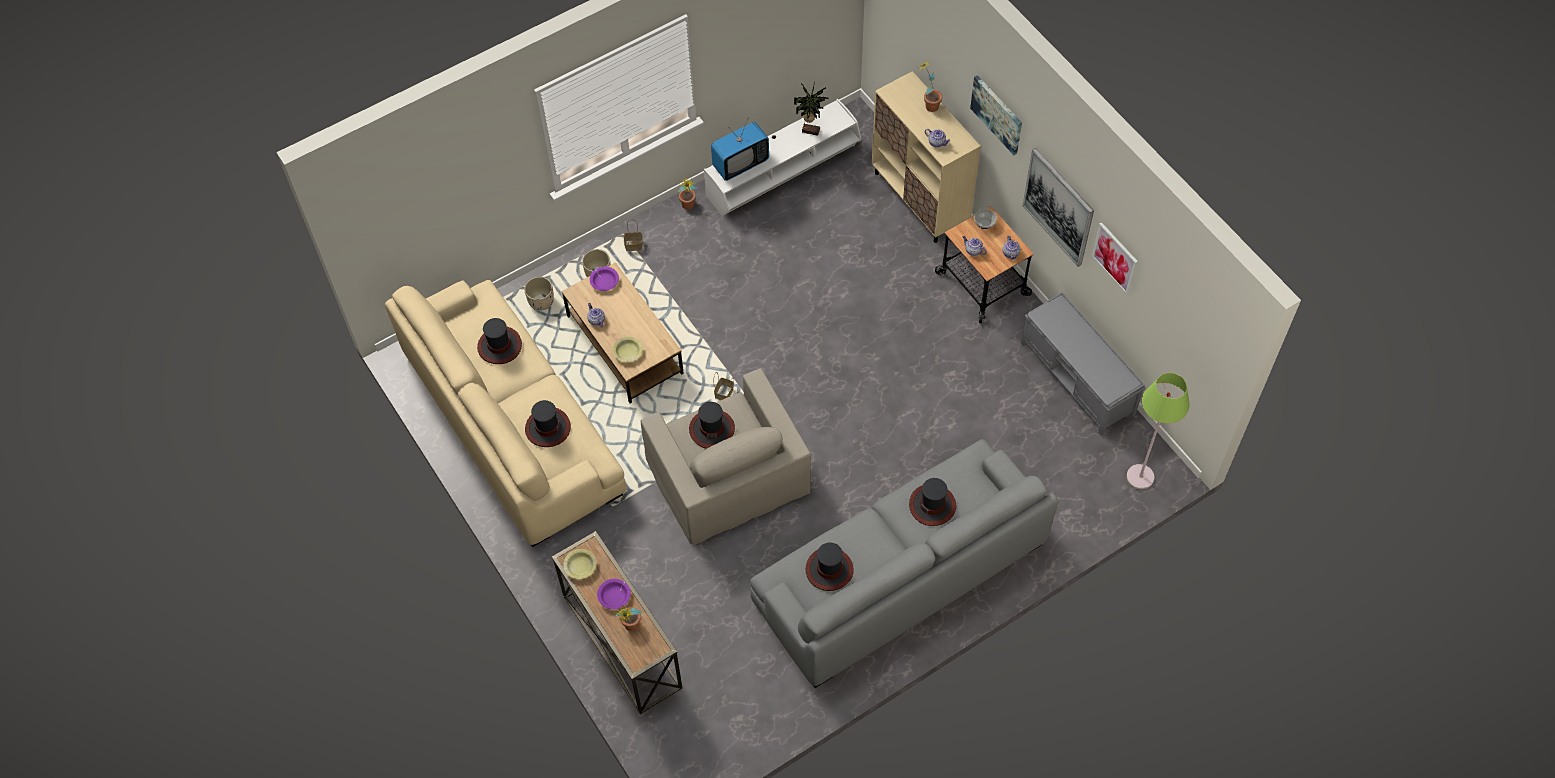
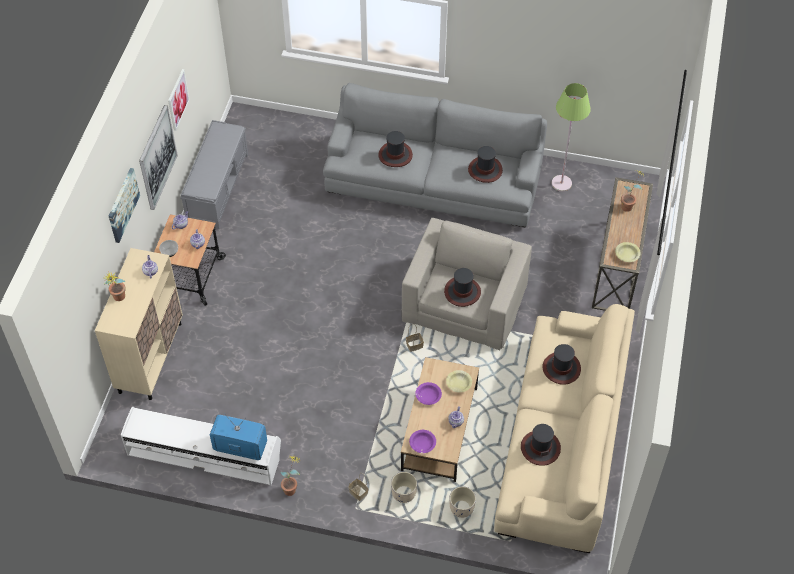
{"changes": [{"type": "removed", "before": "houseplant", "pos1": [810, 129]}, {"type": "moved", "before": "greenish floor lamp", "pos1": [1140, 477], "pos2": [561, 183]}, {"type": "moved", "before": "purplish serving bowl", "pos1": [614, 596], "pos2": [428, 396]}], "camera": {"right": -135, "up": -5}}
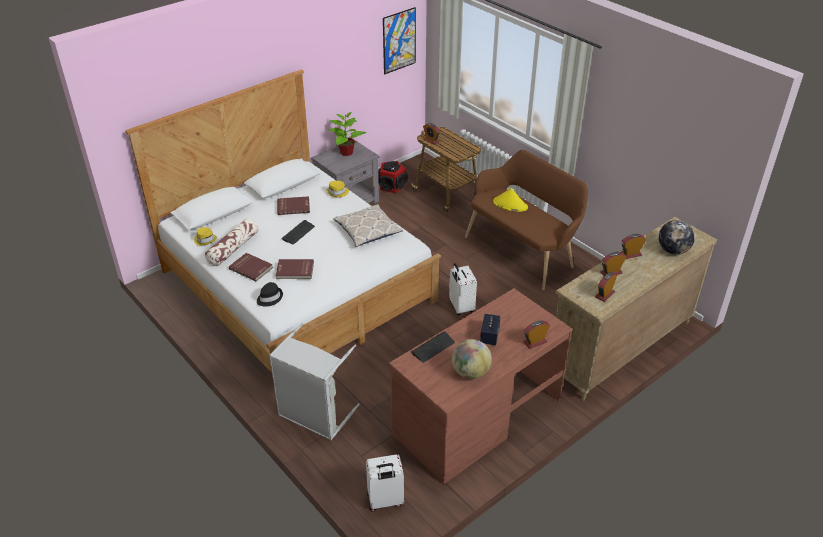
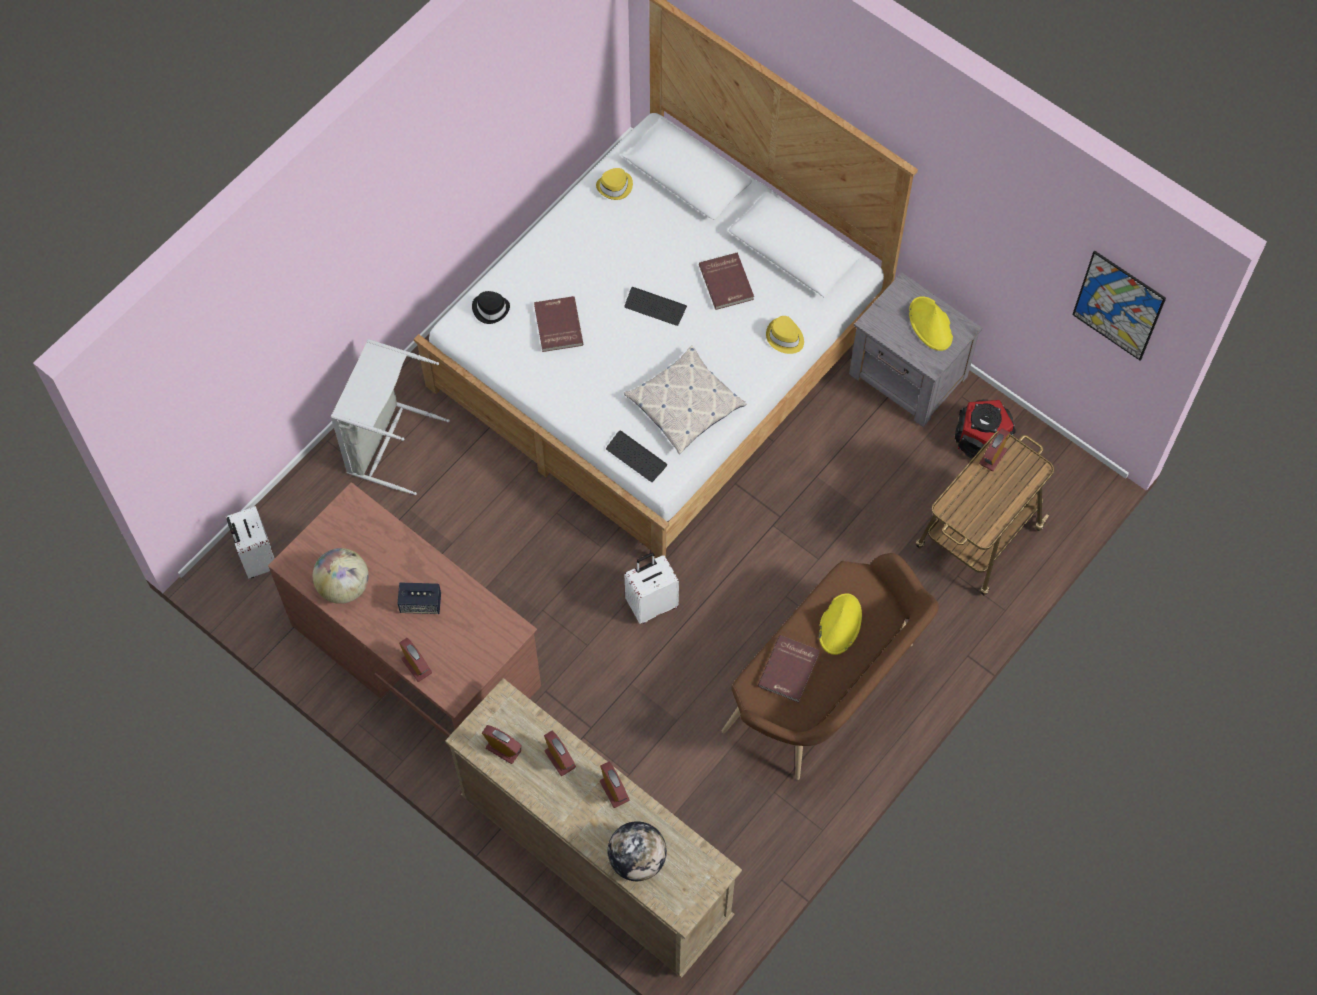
{"changes": [{"type": "replaced", "before": "houseplant", "after": "yellow-coloured clothing hat", "pos1": [346, 152], "pos2": [931, 324]}, {"type": "removed", "before": "pillow", "pos1": [233, 248]}, {"type": "moved", "before": "red-coloured volume", "pos1": [251, 268], "pos2": [790, 670]}, {"type": "moved", "before": "computer keyboard", "pos1": [433, 348], "pos2": [636, 457]}], "camera": {"right": 80, "up": 25}}
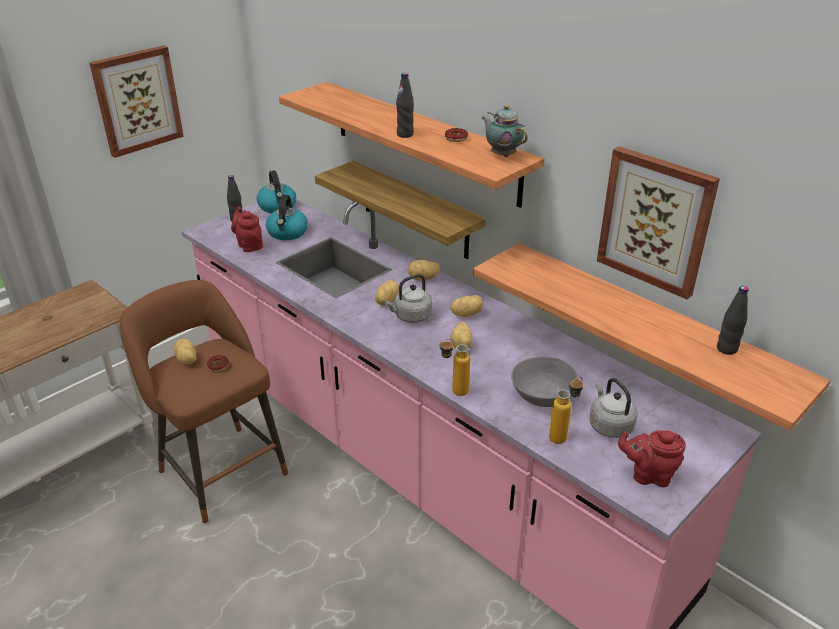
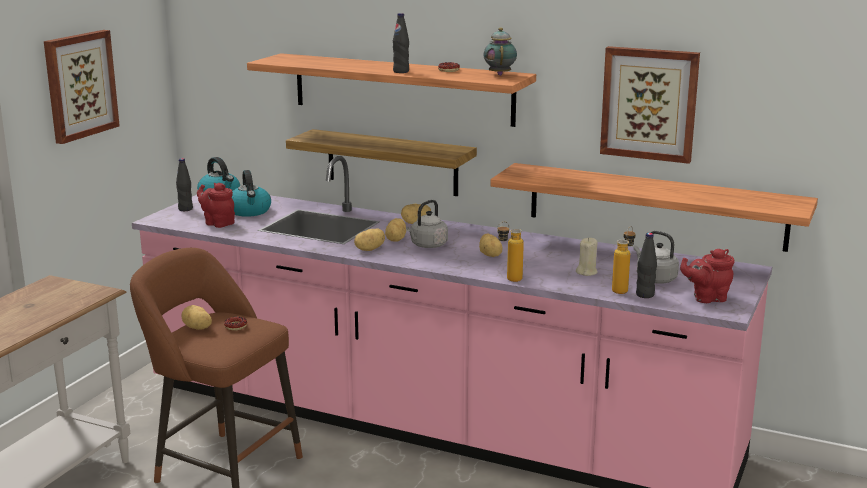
{"changes": [{"type": "turned", "before": "tea pot", "pos1": [502, 155], "pos2": [500, 74], "turn": 60}, {"type": "moved", "before": "black-coloured drink bottle", "pos1": [727, 349], "pos2": [645, 295]}, {"type": "moved", "before": "whole potato", "pos1": [466, 314], "pos2": [369, 249]}, {"type": "replaced", "before": "greyish serving bowl", "after": "beige candle", "pos1": [542, 396], "pos2": [586, 272]}], "camera": {"right": -20, "up": -15}}
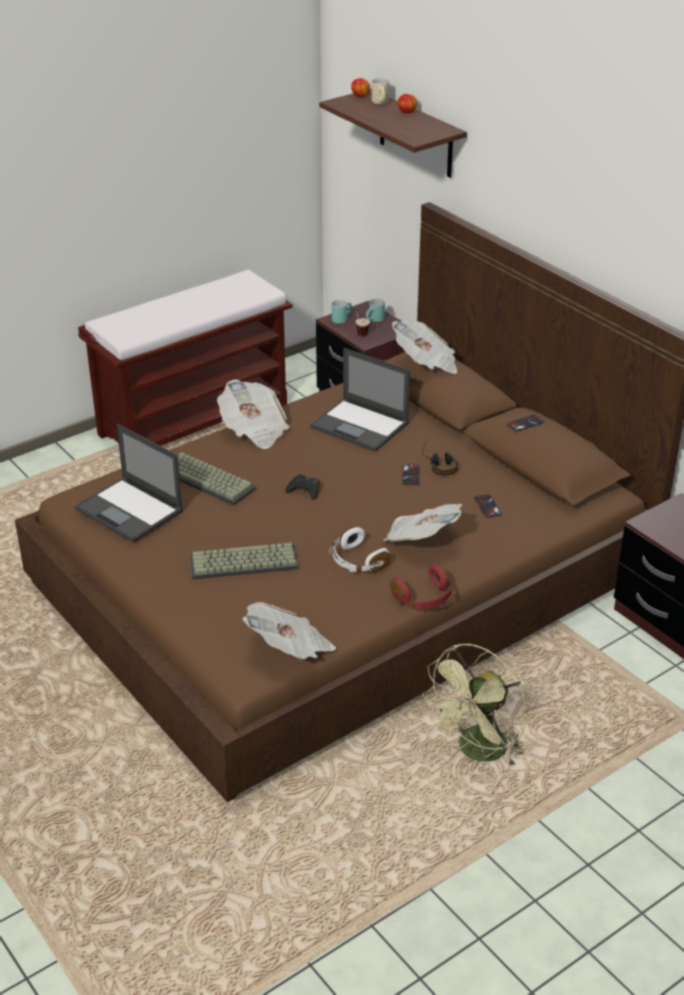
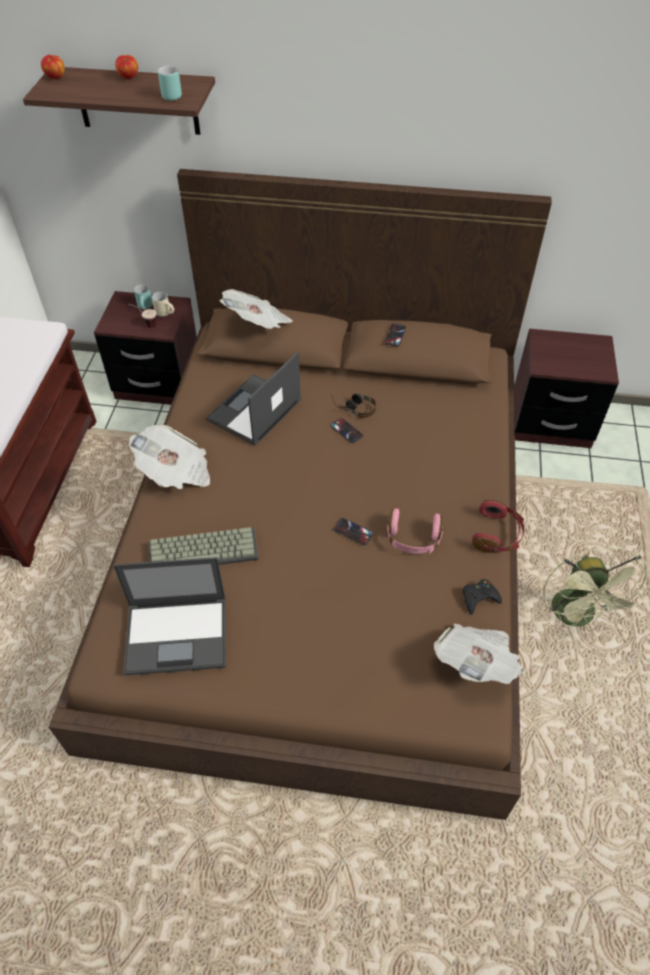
{"changes": [{"type": "moved", "before": "beige coffee mug", "pos1": [382, 103], "pos2": [166, 313]}, {"type": "moved", "before": "blue-green coffee mug", "pos1": [341, 319], "pos2": [171, 95]}, {"type": "turned", "before": "portable computer", "pos1": [361, 425], "pos2": [253, 410], "turn": 135}, {"type": "moved", "before": "black-coloured gamepad", "pos1": [304, 490], "pos2": [479, 598]}, {"type": "moved", "before": "handset", "pos1": [487, 506], "pos2": [353, 531]}, {"type": "removed", "before": "daily paper", "pos1": [421, 539]}, {"type": "recoloured", "before": "white-coloured headphones", "after": "pink headphones", "pos1": [356, 561], "pos2": [413, 539]}, {"type": "removed", "before": "computer keyboard", "pos1": [242, 564]}], "camera": {"right": -45, "up": 15}}
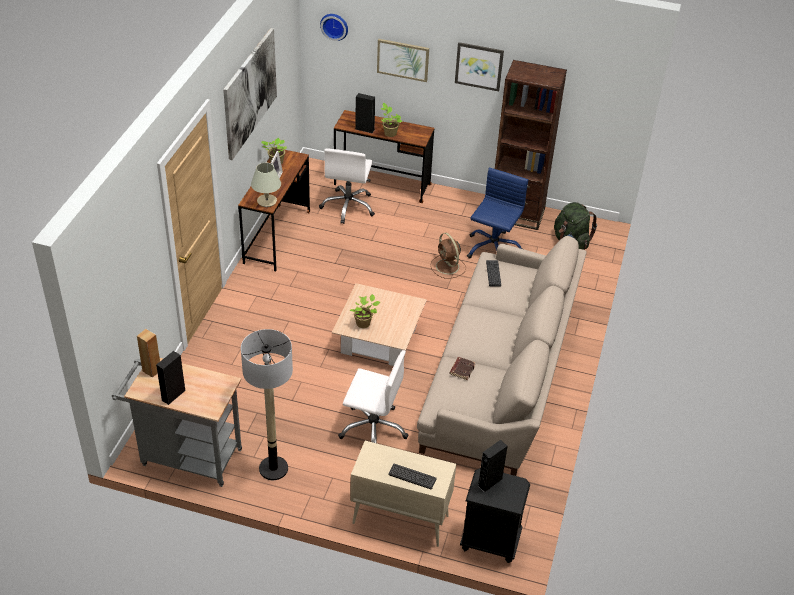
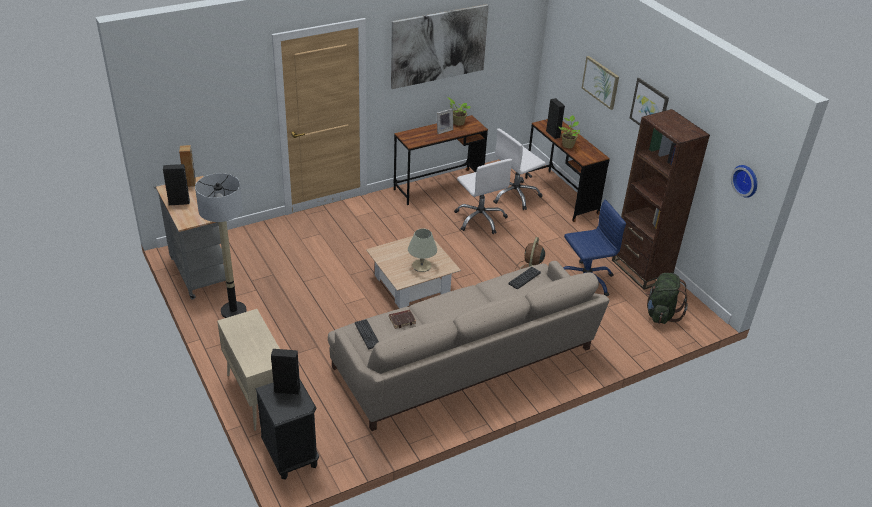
{"changes": [{"type": "moved", "before": "clock on the wall", "pos1": [335, 26], "pos2": [746, 180]}, {"type": "moved", "before": "beige lamp for a table", "pos1": [266, 201], "pos2": [421, 266]}, {"type": "removed", "before": "houseplant", "pos1": [364, 323]}, {"type": "moved", "before": "white-coloured computer chair", "pos1": [373, 429], "pos2": [480, 219]}, {"type": "moved", "before": "computer keyboard", "pos1": [412, 476], "pos2": [367, 334]}], "camera": {"right": 45, "up": -5}}
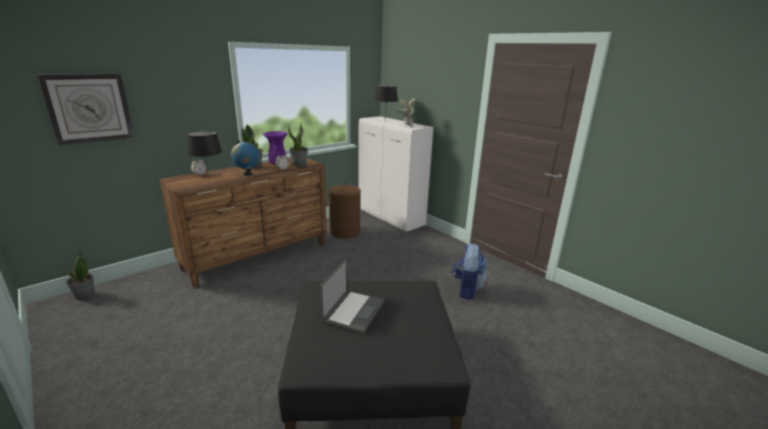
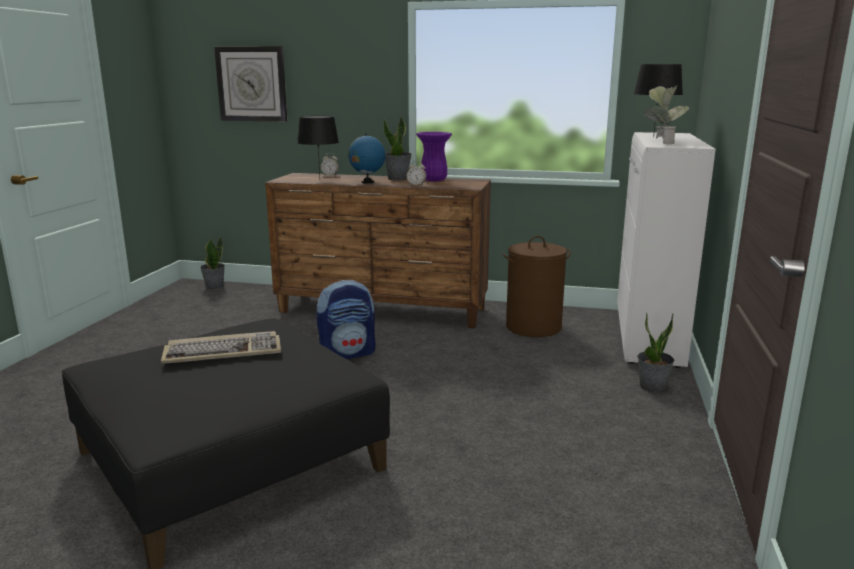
{"changes": [{"type": "moved", "before": "houseplant", "pos1": [299, 165], "pos2": [652, 386]}, {"type": "moved", "before": "rucksack", "pos1": [466, 289], "pos2": [347, 353]}, {"type": "replaced", "before": "portable computer", "after": "computer keyboard", "pos1": [354, 310], "pos2": [224, 352]}], "camera": {"right": 55, "up": -5}}
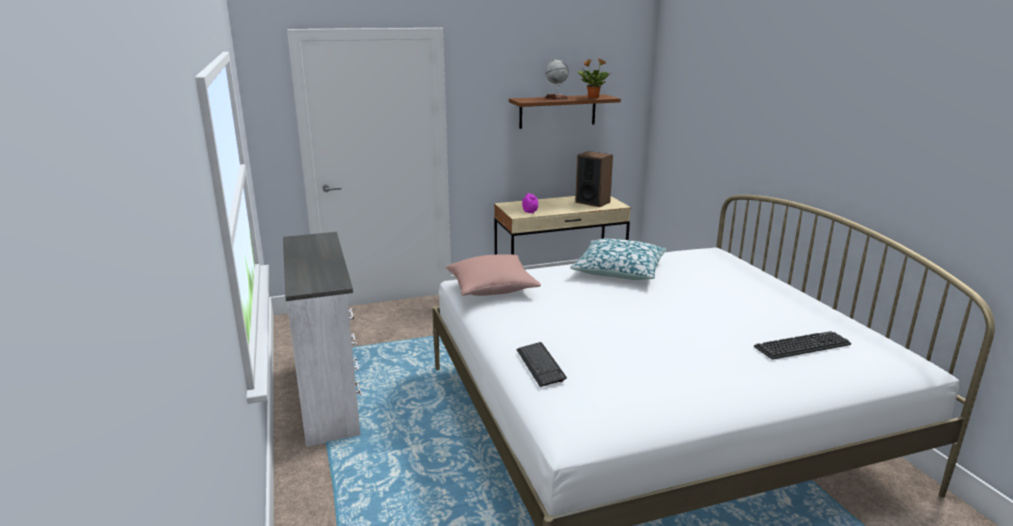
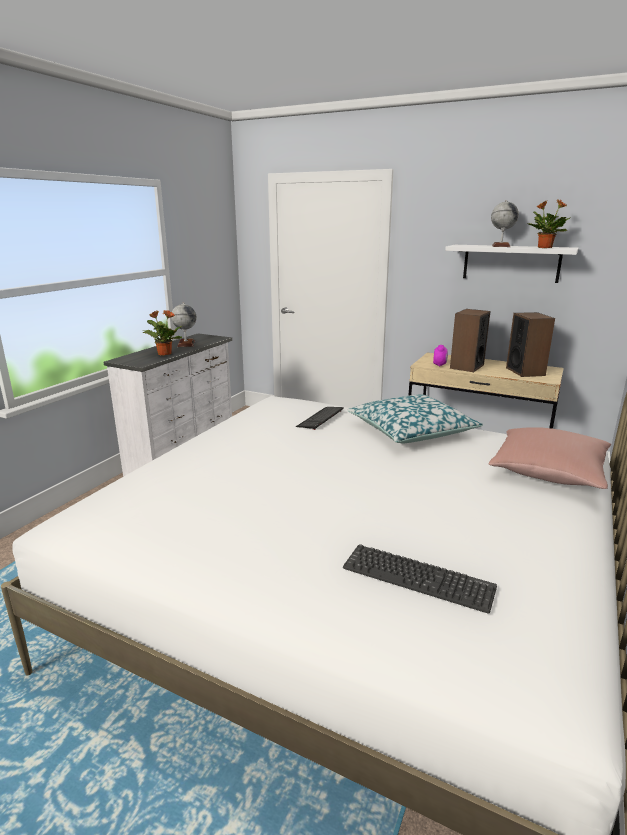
{"changes": [{"type": "recoloured", "before": "brown shelf", "after": "white-coloured shelf", "pos1": [557, 111], "pos2": [511, 263]}, {"type": "moved", "before": "pink pillow", "pos1": [491, 288], "pos2": [548, 472]}, {"type": "moved", "before": "computer keyboard", "pos1": [540, 365], "pos2": [320, 418]}, {"type": "added", "after": "world globe", "pos2": [186, 344]}, {"type": "added", "after": "speaker", "pos2": [466, 366]}, {"type": "added", "after": "houseplant", "pos2": [164, 354]}], "camera": {"right": 45, "up": 0}}
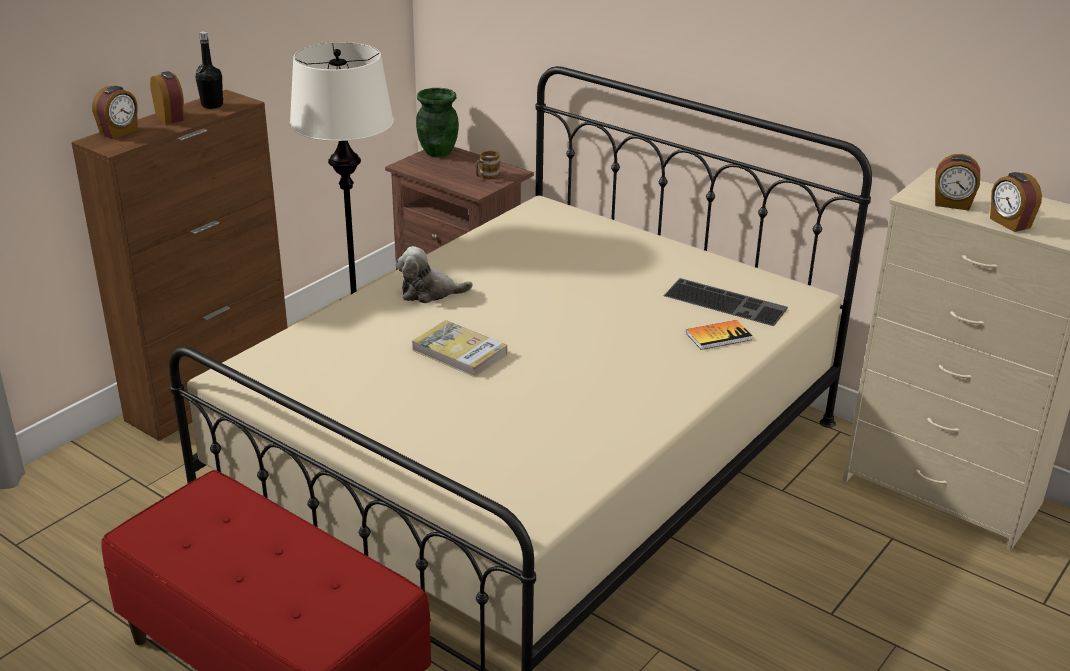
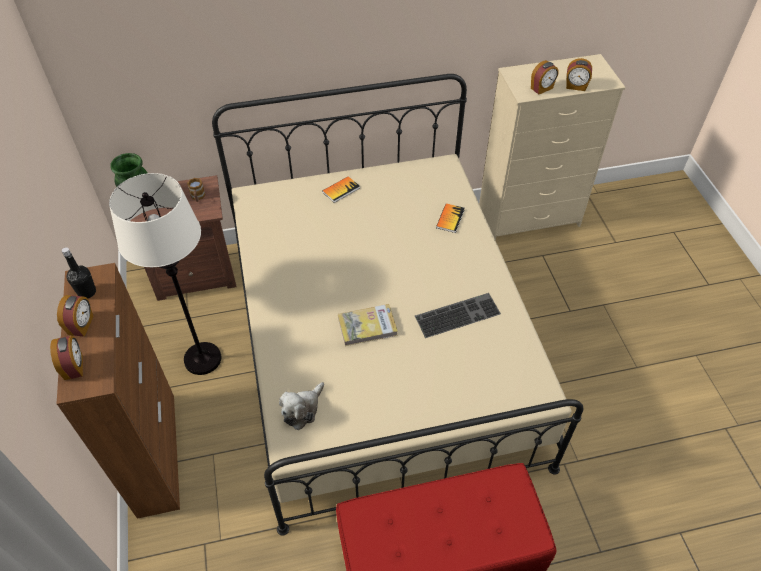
{"changes": [{"type": "turned", "before": "alarm clock", "pos1": [170, 117], "pos2": [81, 325], "turn": 90}, {"type": "moved", "before": "cuddly toy", "pos1": [429, 292], "pos2": [302, 410]}, {"type": "moved", "before": "computer keyboard", "pos1": [727, 302], "pos2": [457, 314]}, {"type": "added", "after": "volume", "pos2": [341, 190]}], "camera": {"right": -50, "up": 20}}
